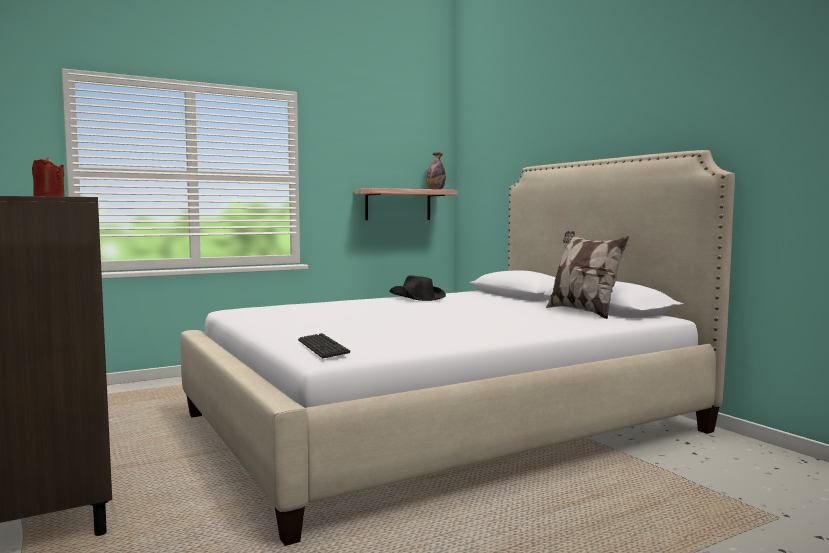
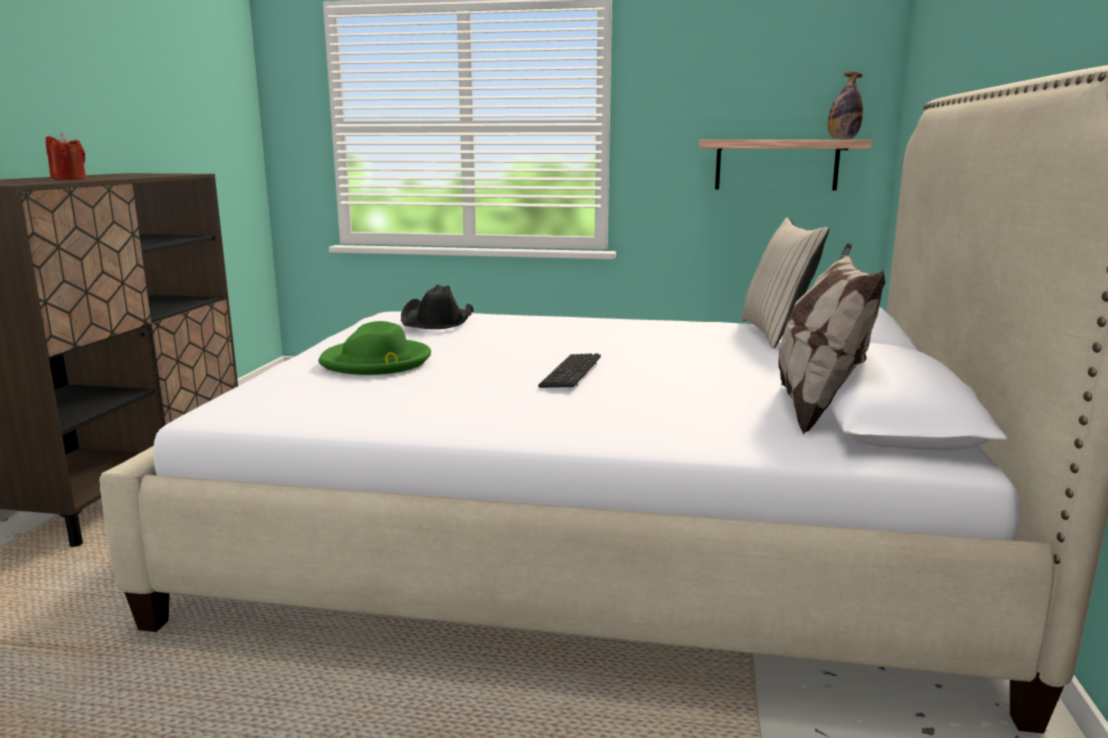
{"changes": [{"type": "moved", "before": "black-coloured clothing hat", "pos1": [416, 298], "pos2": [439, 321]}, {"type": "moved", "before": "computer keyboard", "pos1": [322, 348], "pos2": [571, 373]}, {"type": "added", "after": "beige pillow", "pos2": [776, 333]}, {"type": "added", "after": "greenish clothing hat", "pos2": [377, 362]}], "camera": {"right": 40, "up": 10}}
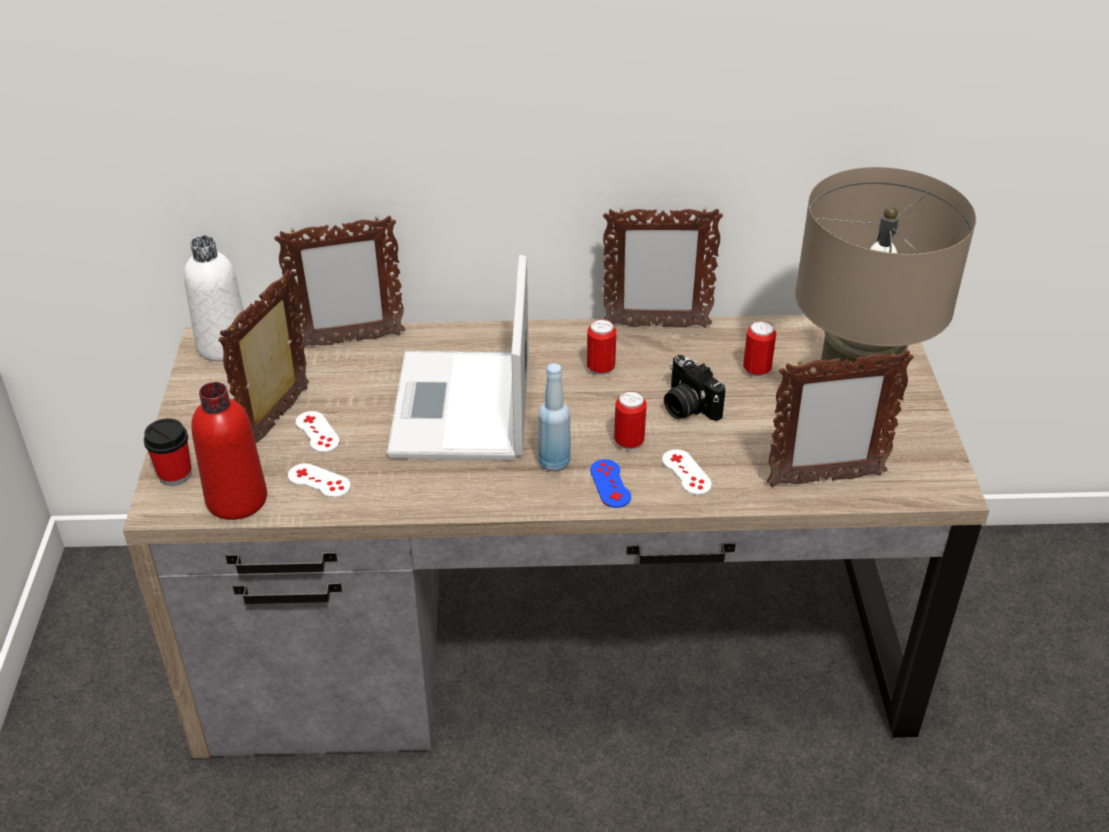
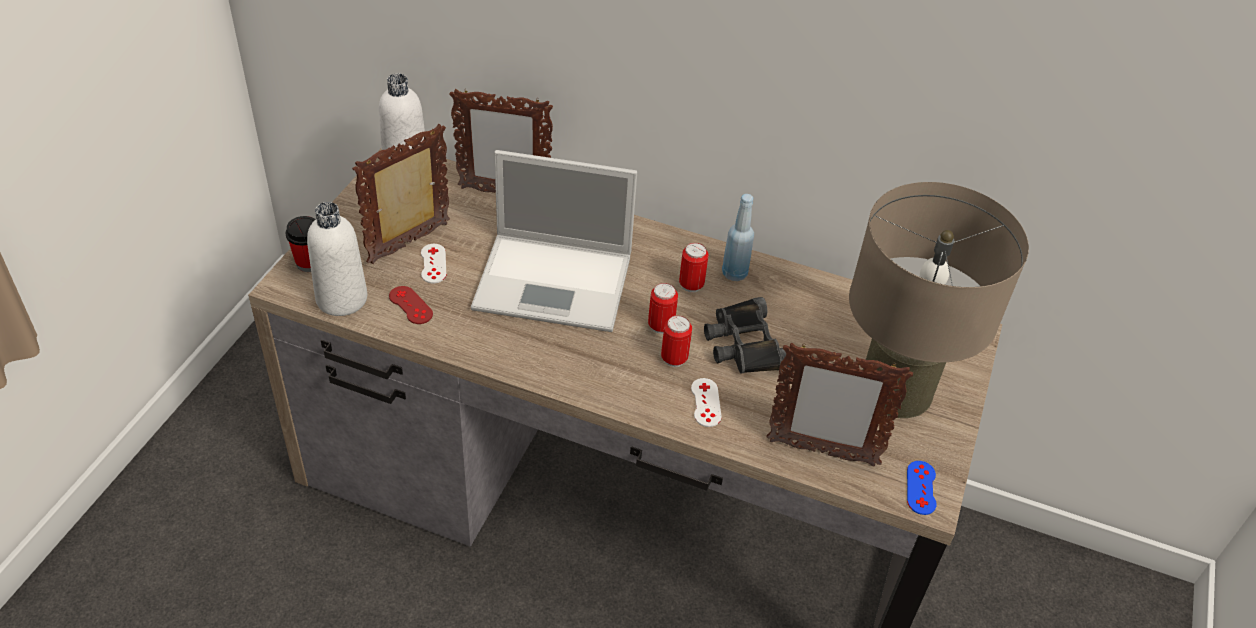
{"changes": [{"type": "removed", "before": "standing frame", "pos1": [655, 326]}, {"type": "turned", "before": "portable computer", "pos1": [462, 409], "pos2": [556, 282], "turn": -105}, {"type": "moved", "before": "sealed can", "pos1": [756, 370], "pos2": [661, 326]}, {"type": "replaced", "before": "still camera", "after": "black-coloured pair of binoculars", "pos1": [687, 407], "pos2": [743, 344]}, {"type": "moved", "before": "bluish drink bottle", "pos1": [554, 462], "pos2": [734, 273]}, {"type": "recoloured", "before": "red-coloured drink bottle", "after": "white-coloured drink bottle", "pos1": [237, 499], "pos2": [342, 299]}, {"type": "moved", "before": "bluish gamepad", "pos1": [610, 484], "pos2": [921, 488]}, {"type": "recoloured", "before": "white-coloured gamepad", "after": "red-coloured gamepad", "pos1": [319, 481], "pos2": [410, 305]}], "camera": {"right": 20, "up": 5}}
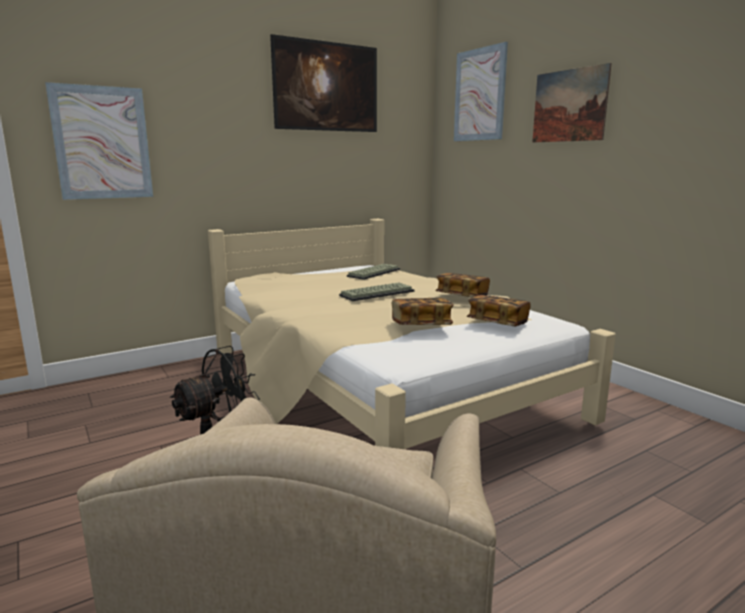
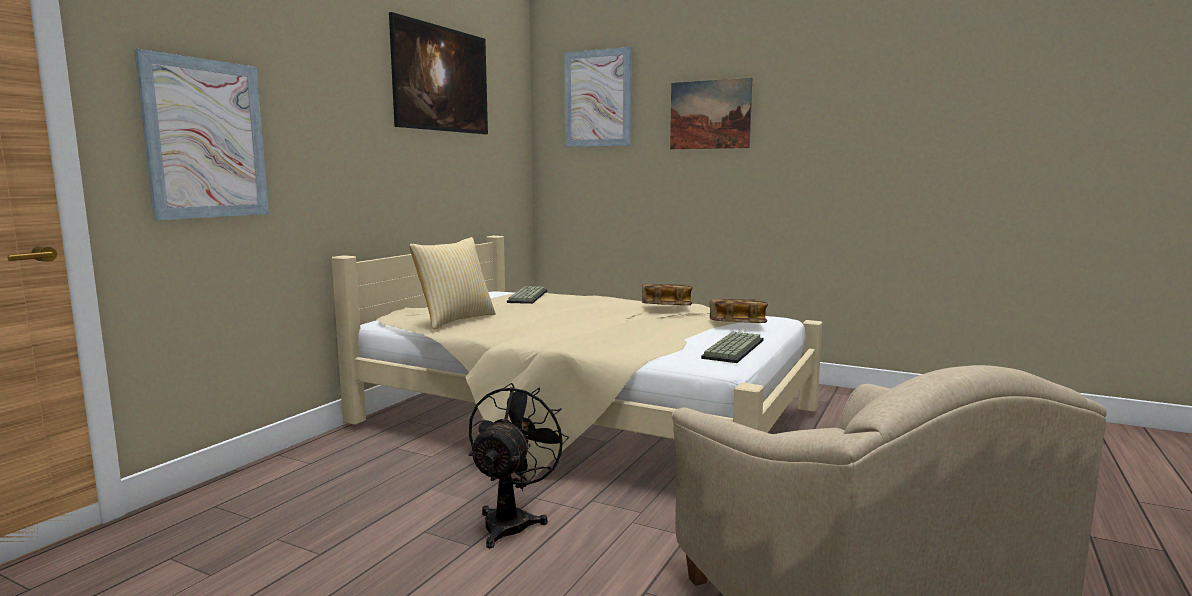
{"changes": [{"type": "moved", "before": "computer keyboard", "pos1": [377, 293], "pos2": [732, 348]}, {"type": "removed", "before": "volume", "pos1": [421, 325]}, {"type": "added", "after": "pillow", "pos2": [454, 320]}], "camera": {"right": -30, "up": -5}}
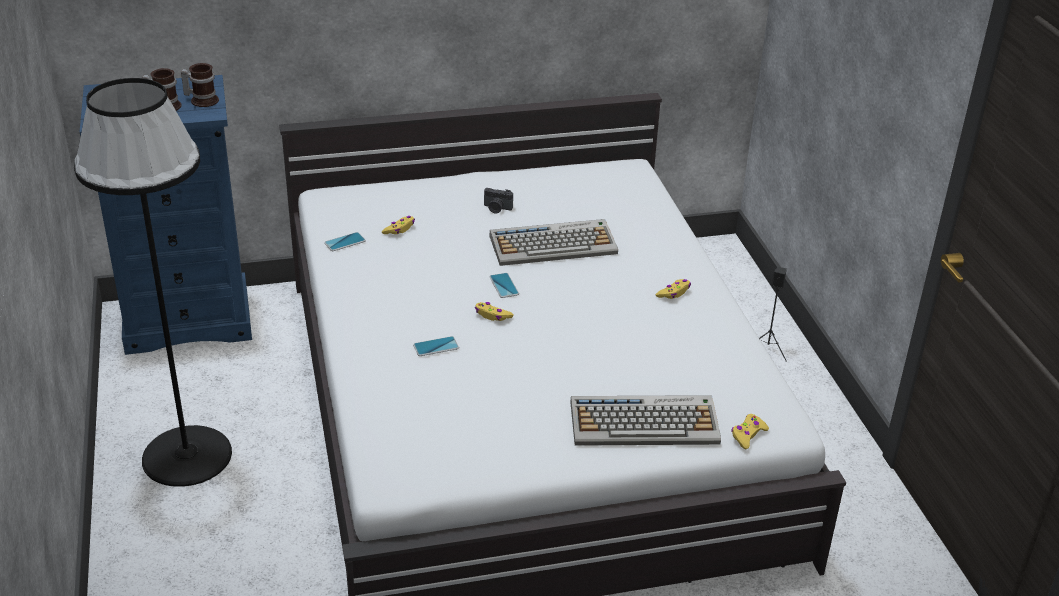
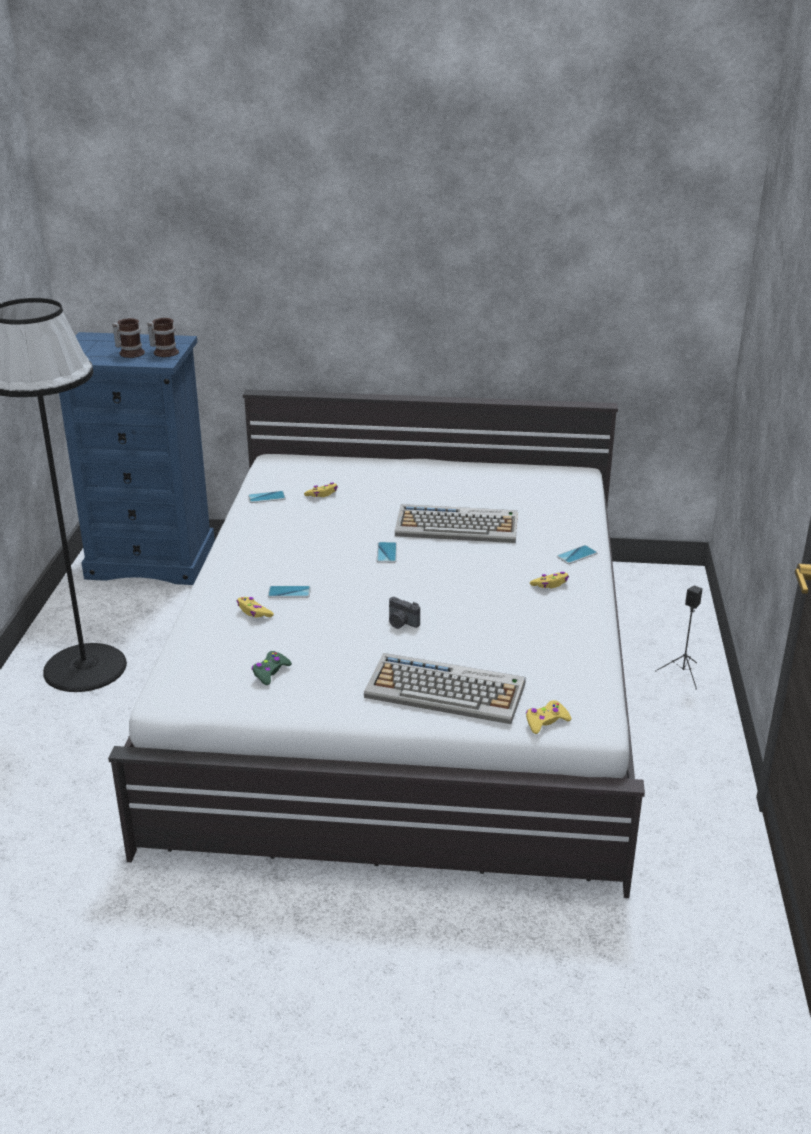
{"changes": [{"type": "moved", "before": "still camera", "pos1": [497, 209], "pos2": [401, 623]}, {"type": "moved", "before": "yellow-coloured gamepad", "pos1": [492, 315], "pos2": [254, 612]}, {"type": "added", "after": "handset", "pos2": [576, 555]}, {"type": "added", "after": "greenish gamepad", "pos2": [270, 672]}], "camera": {"right": 20, "up": -5}}
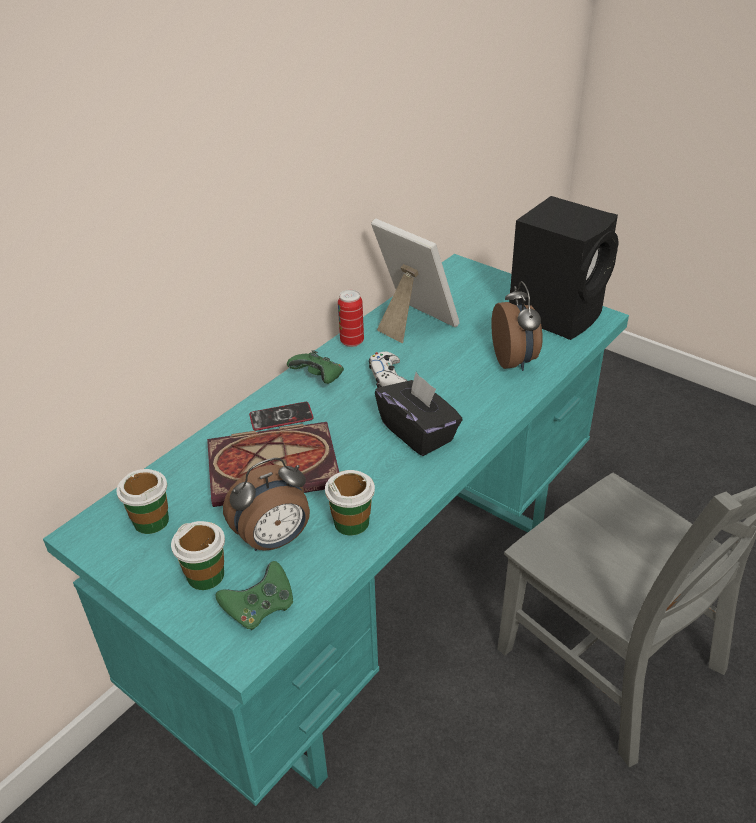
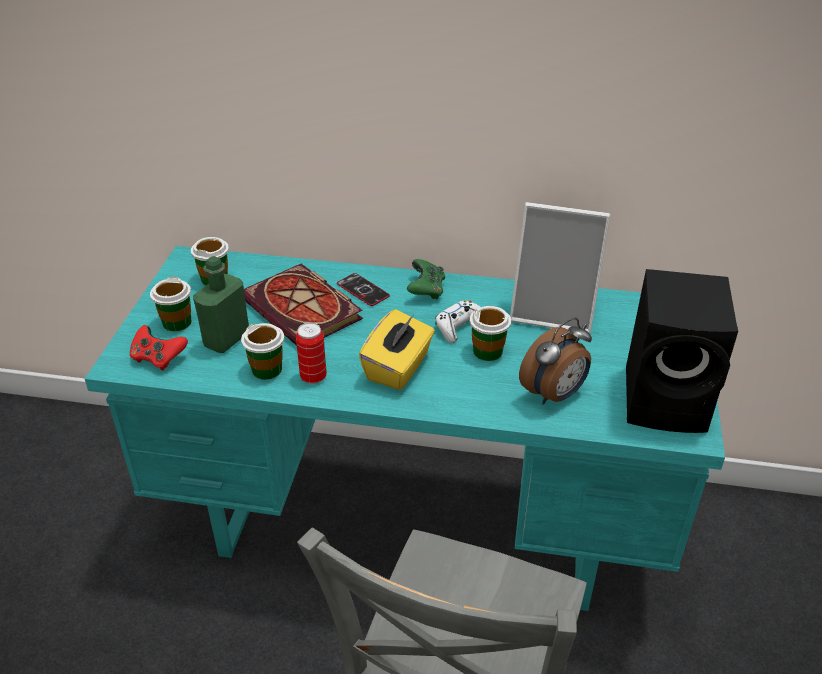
{"changes": [{"type": "turned", "before": "standing frame", "pos1": [411, 322], "pos2": [554, 311], "turn": 90}, {"type": "moved", "before": "sealed can", "pos1": [352, 341], "pos2": [313, 377]}, {"type": "recoloured", "before": "black-coloured box of tissues", "after": "yellow-coloured box of tissues", "pos1": [418, 432], "pos2": [398, 368]}, {"type": "replaced", "before": "alarm clock", "after": "greenish drink bottle", "pos1": [274, 540], "pos2": [226, 339]}, {"type": "recoloured", "before": "greenish gamepad", "after": "red-coloured gamepad", "pos1": [260, 609], "pos2": [158, 358]}, {"type": "added", "after": "drinking cup", "pos2": [488, 351]}], "camera": {"right": 60, "up": 0}}
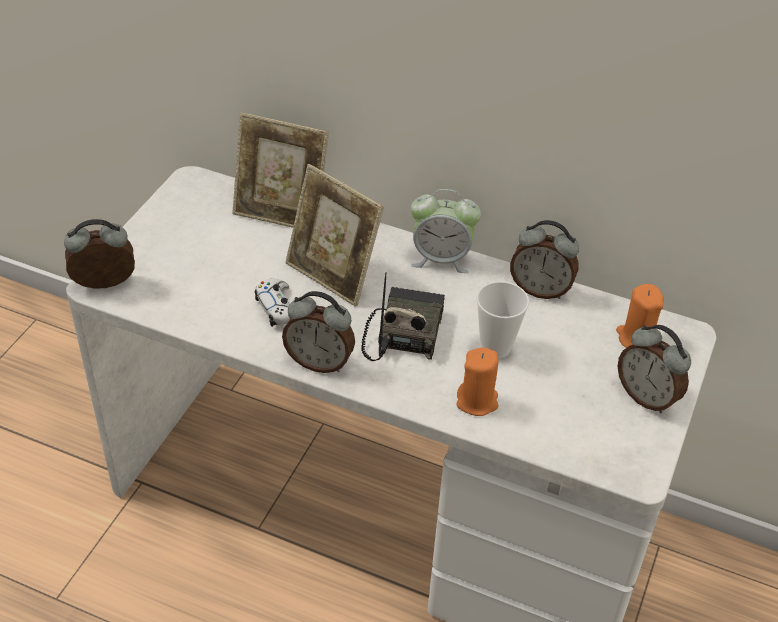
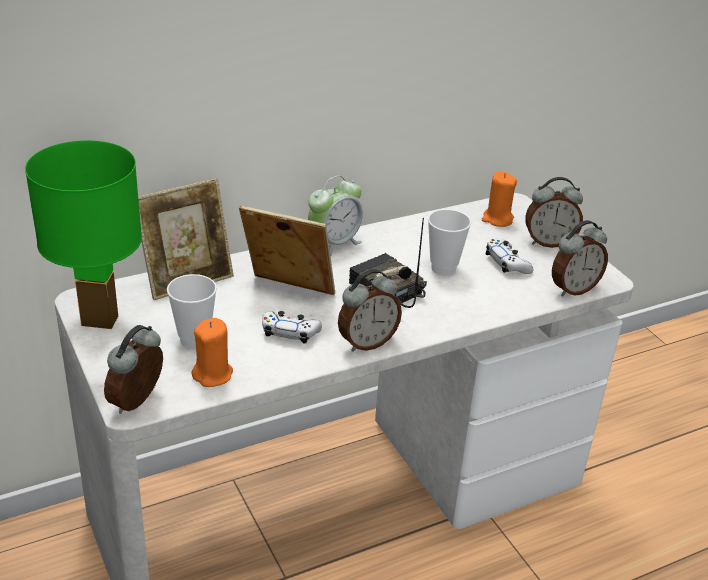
{"changes": [{"type": "turned", "before": "standing frame", "pos1": [332, 276], "pos2": [287, 293], "turn": -150}, {"type": "moved", "before": "alarm clock", "pos1": [540, 289], "pos2": [573, 289]}, {"type": "moved", "before": "orange-coloured candle", "pos1": [477, 401], "pos2": [213, 375]}, {"type": "added", "after": "greenish lamp for a table", "pos2": [98, 321]}, {"type": "added", "after": "white-coloured gamepad", "pos2": [507, 263]}, {"type": "added", "after": "drinking cup", "pos2": [194, 340]}], "camera": {"right": -50, "up": -10}}
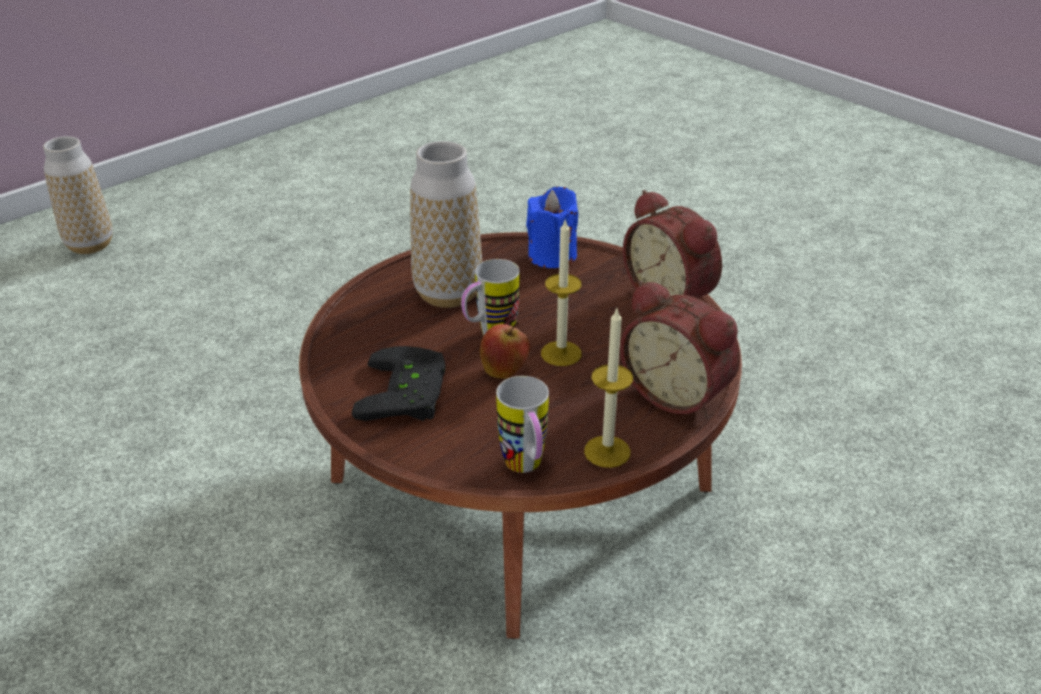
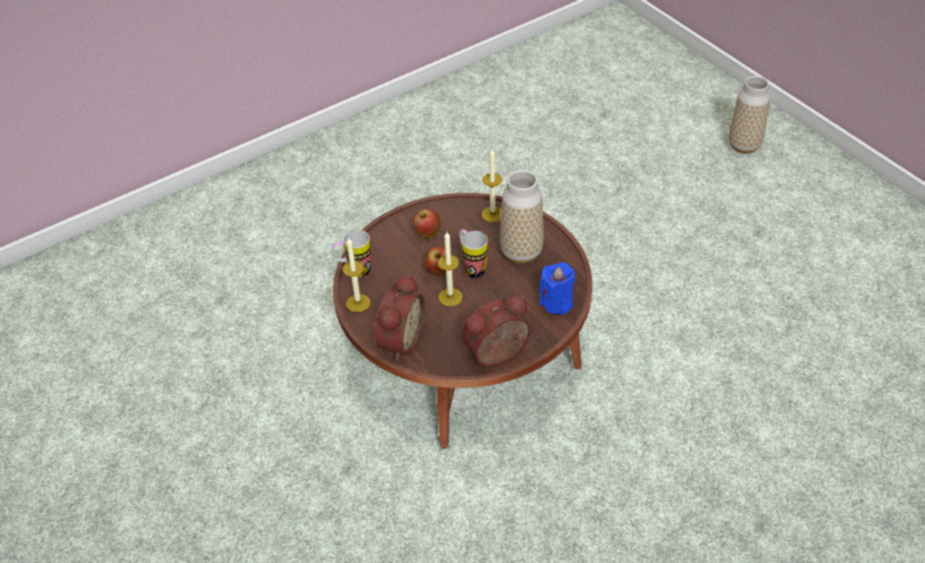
{"changes": [{"type": "turned", "before": "alarm clock", "pos1": [678, 393], "pos2": [398, 340], "turn": 150}, {"type": "replaced", "before": "black-coloured gamepad", "after": "apple fruit", "pos1": [409, 393], "pos2": [427, 234]}, {"type": "added", "after": "candle", "pos2": [492, 214]}], "camera": {"right": 100, "up": 10}}
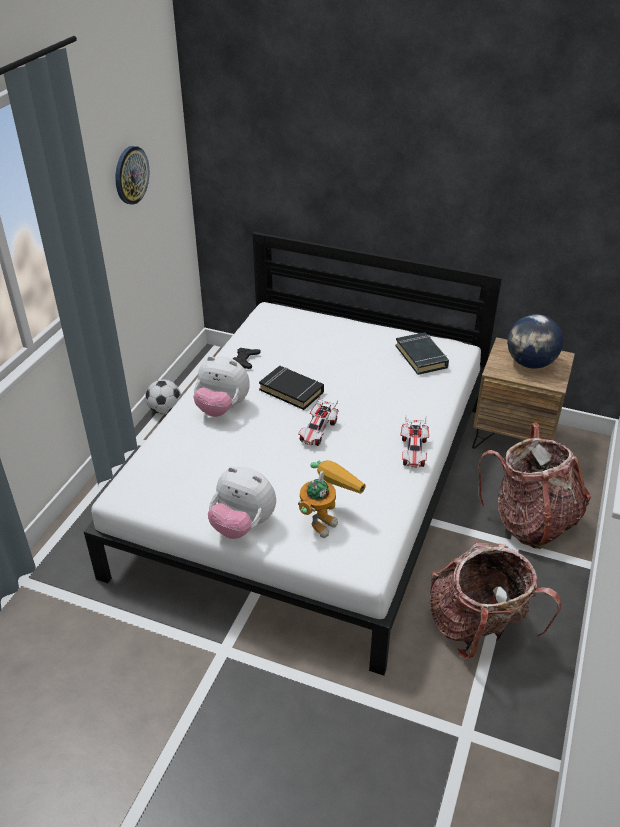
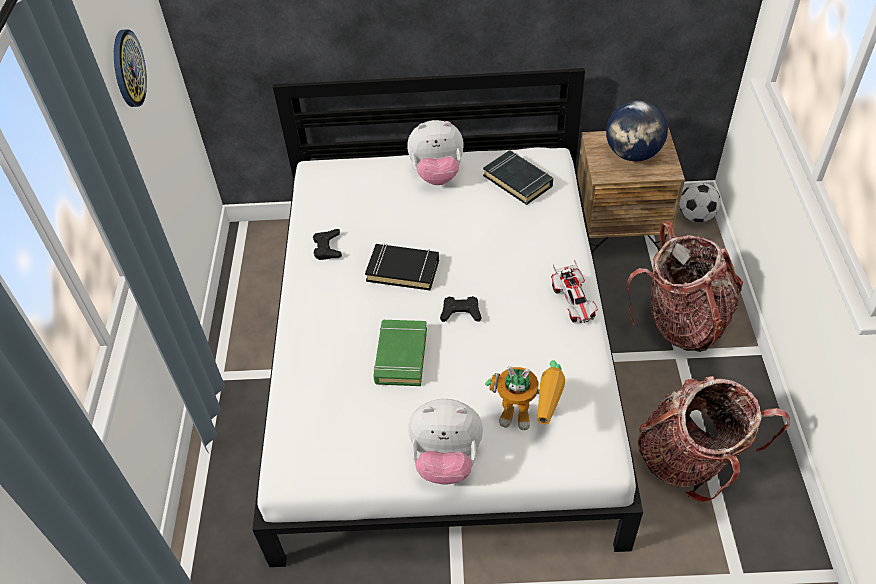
{"changes": [{"type": "moved", "before": "cuddly toy", "pos1": [222, 408], "pos2": [437, 174]}, {"type": "moved", "before": "football", "pos1": [165, 410], "pos2": [696, 216]}, {"type": "replaced", "before": "toy car", "after": "black-coloured gamepad", "pos1": [318, 431], "pos2": [461, 312]}, {"type": "turned", "before": "robot figure", "pos1": [326, 518], "pos2": [528, 416], "turn": 90}, {"type": "added", "after": "greenish volume", "pos2": [401, 356]}], "camera": {"right": -20, "up": 10}}
